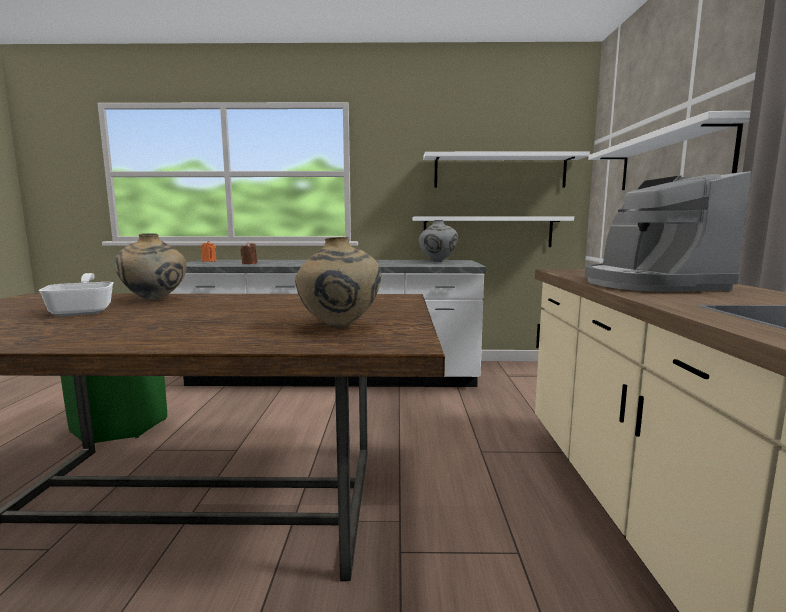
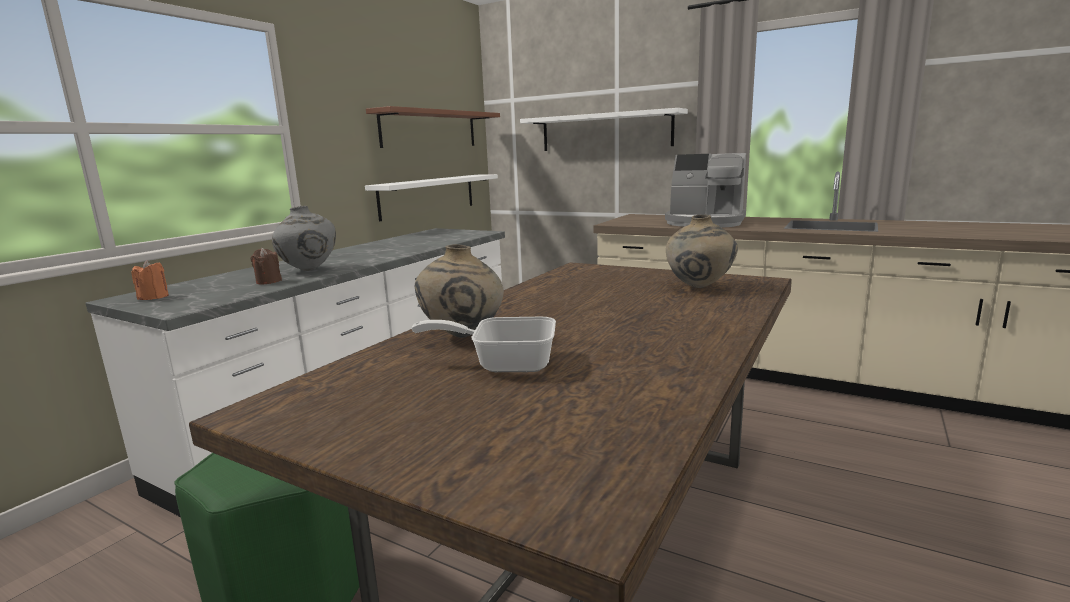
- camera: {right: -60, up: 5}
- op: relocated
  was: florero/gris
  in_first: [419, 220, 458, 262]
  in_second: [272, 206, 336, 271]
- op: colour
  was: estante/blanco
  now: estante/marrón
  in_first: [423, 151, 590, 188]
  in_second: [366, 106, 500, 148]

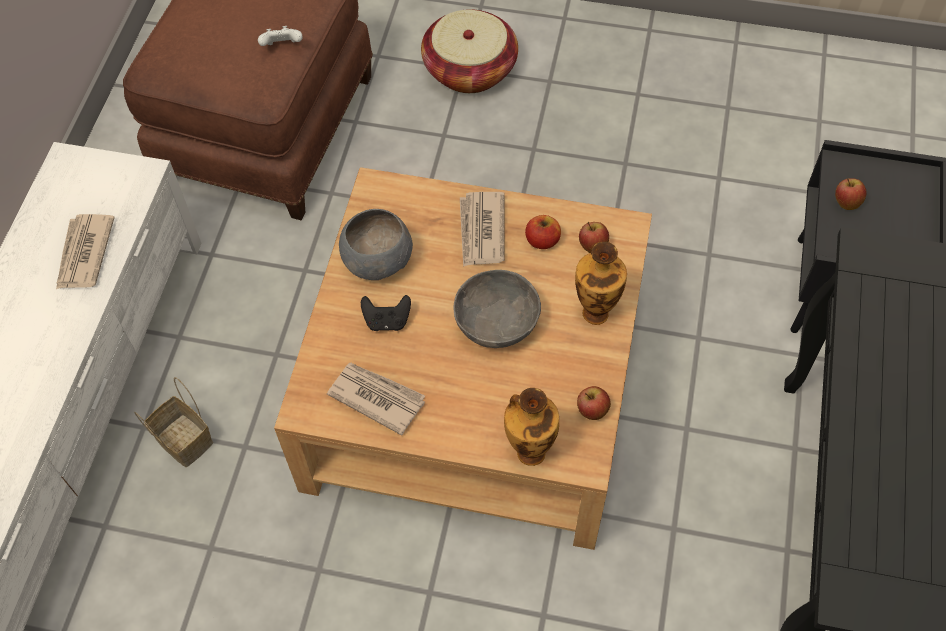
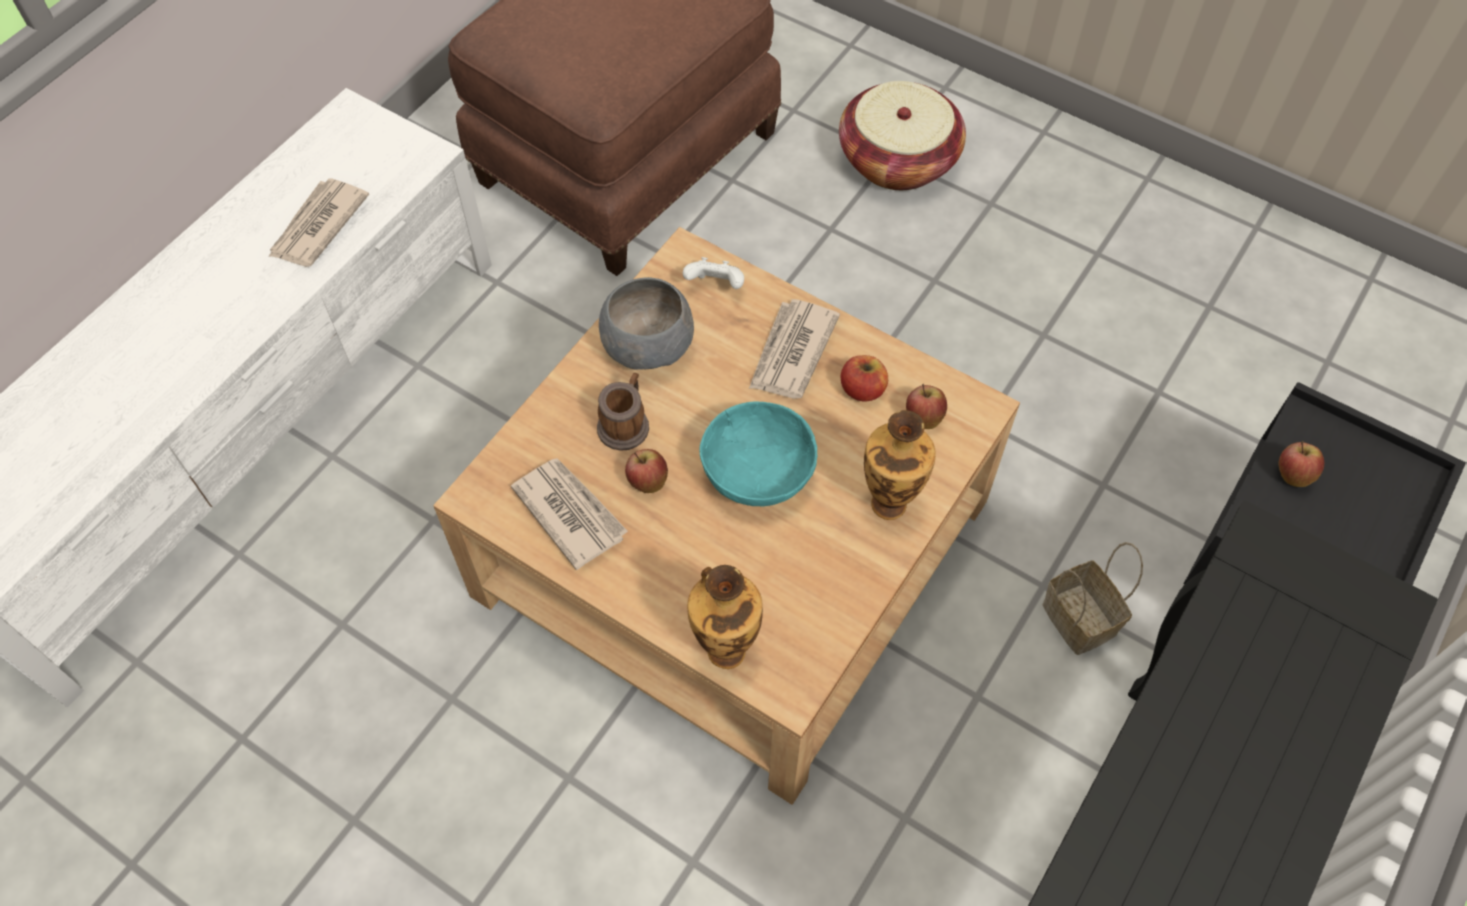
- camera: {right: 20, up: 0}
- op: relocated
  was: cesta
  in_first: [134, 377, 213, 467]
  in_second: [1043, 542, 1143, 655]
- op: relocated
  was: mando de consola/blanco
  in_first: [258, 26, 303, 46]
  in_second: [683, 257, 744, 289]
- op: relocated
  was: manzana
  in_first: [577, 386, 611, 420]
  in_second: [625, 449, 668, 493]
- op: exchanged
  was: mando de consola/negro
  now: taza grande
  in_first: [361, 295, 411, 331]
  in_second: [597, 373, 649, 451]
- op: colour
  was: cuenco/gris
  now: cuenco/turquesa
  in_first: [454, 270, 541, 348]
  in_second: [699, 401, 817, 507]

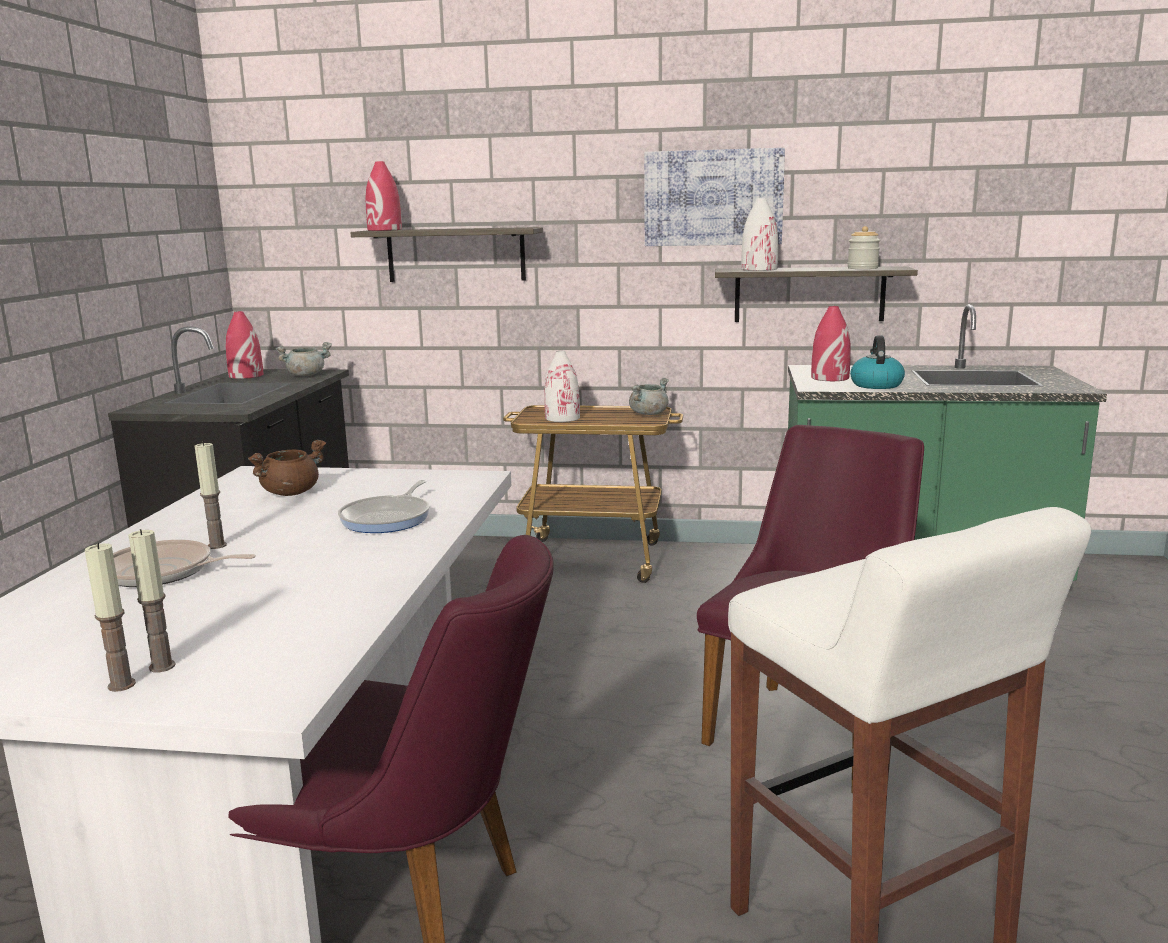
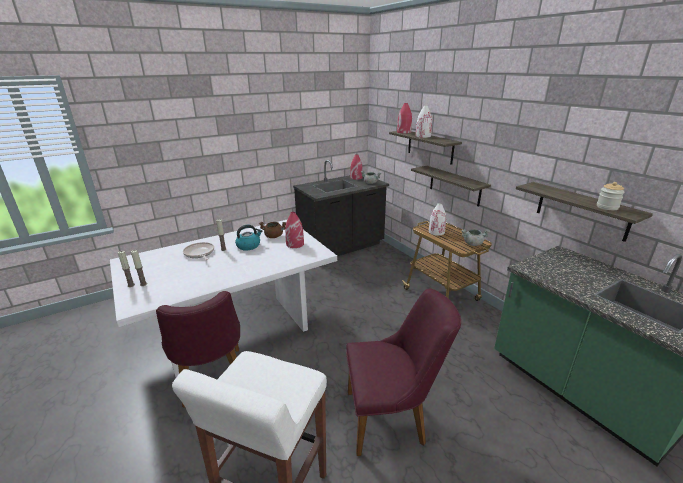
- camera: {right: 50, up: 10}
- op: missing
  was: sartén
  in_first: [338, 480, 430, 533]
- op: missing
  was: cuadro
  in_first: [644, 148, 785, 246]
- op: appeared
  now: estante
  in_second: [411, 166, 491, 207]
- op: relocated
  was: florero/blanco
  in_first: [741, 198, 778, 271]
  in_second: [416, 105, 432, 138]
- op: relocated
  was: florero/rojo
  in_first: [811, 306, 851, 381]
  in_second: [285, 212, 304, 248]
- op: relocated
  was: hervidor
  in_first: [850, 335, 905, 389]
  in_second: [235, 225, 262, 251]

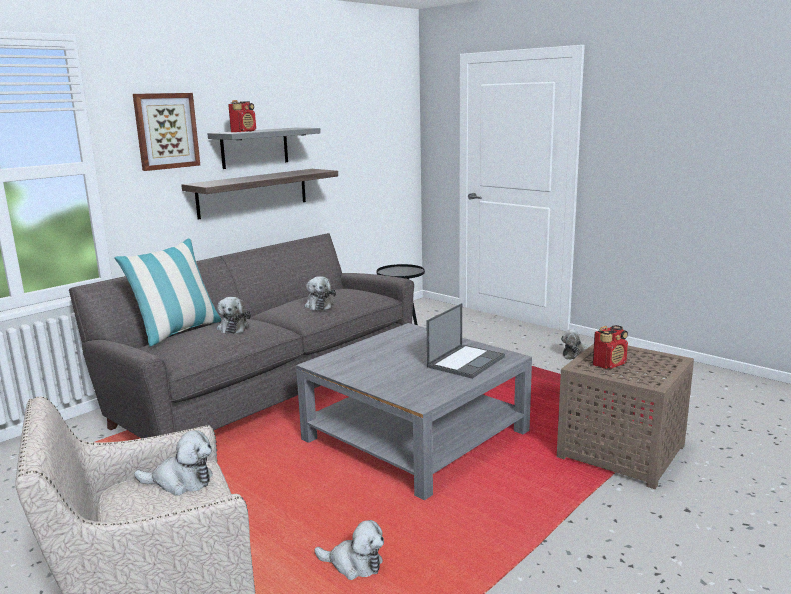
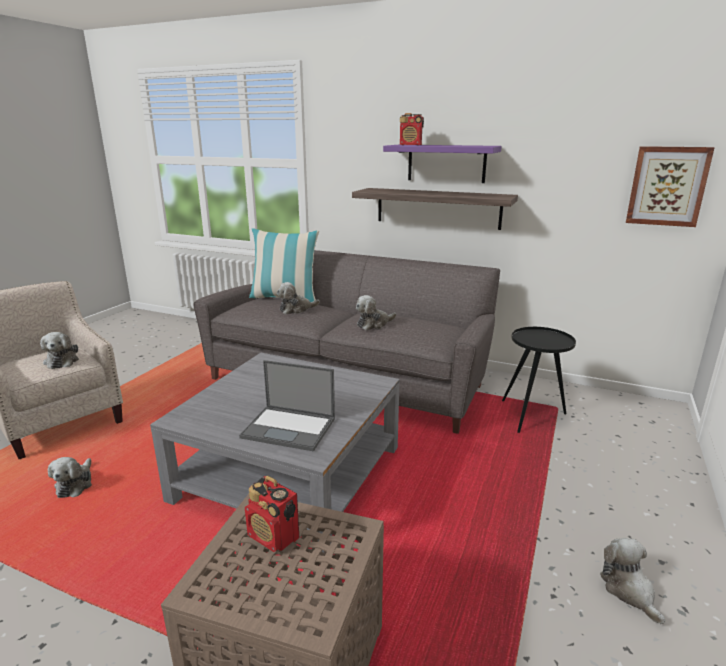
- camera: {right: 70, up: 5}
- op: relocated
  was: cuadro
  in_first: [133, 93, 200, 171]
  in_second: [626, 146, 715, 227]
- op: colour
  was: estante/gris
  now: estante/morado
  in_first: [207, 128, 321, 169]
  in_second: [383, 145, 502, 183]

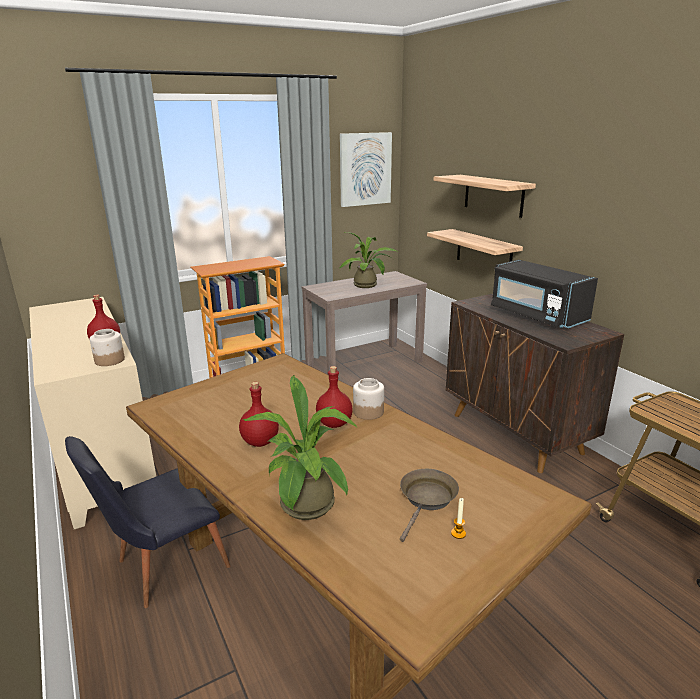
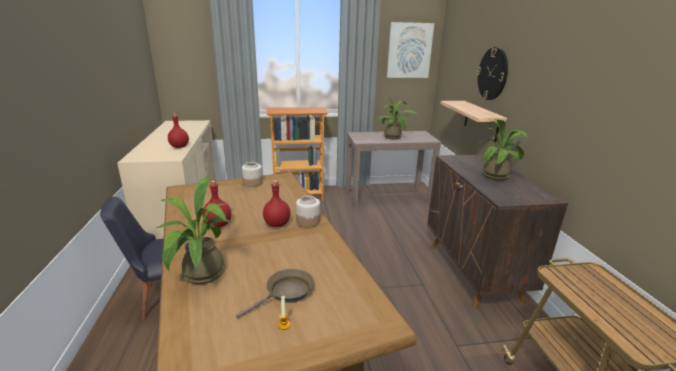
- camera: {right: 20, up: 0}
- op: relocated
  was: tarro
  in_first: [90, 329, 125, 366]
  in_second: [242, 162, 263, 187]
- op: exchanged
  was: estante
  now: reloj de pared
  in_first: [433, 175, 536, 218]
  in_second: [477, 47, 508, 100]
- op: exchanged
  was: microondas/negro
  now: planta en maceta
  in_first: [491, 260, 598, 328]
  in_second: [479, 120, 529, 180]

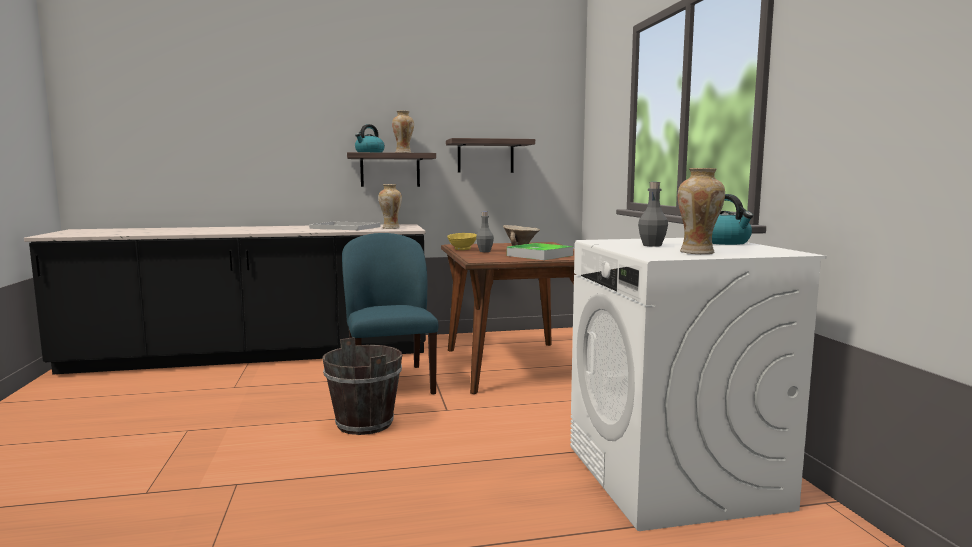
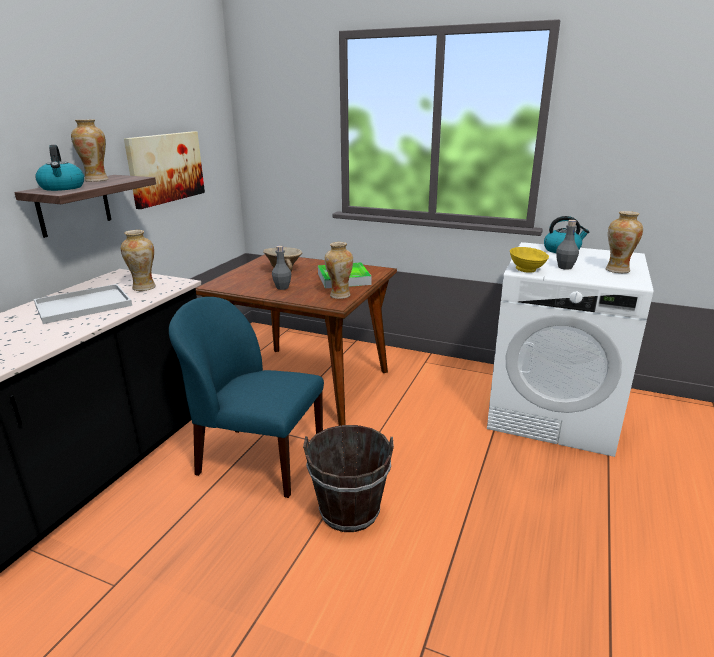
- camera: {right: -55, up: 15}
- op: appeared
  now: florero
  in_second: [324, 242, 353, 299]
- op: relocated
  was: cuenco/amarillo
  in_first: [447, 233, 477, 250]
  in_second: [510, 247, 549, 273]
- op: exchanged
  was: estante
  now: cuadro
  in_first: [446, 138, 535, 173]
  in_second: [124, 131, 205, 209]

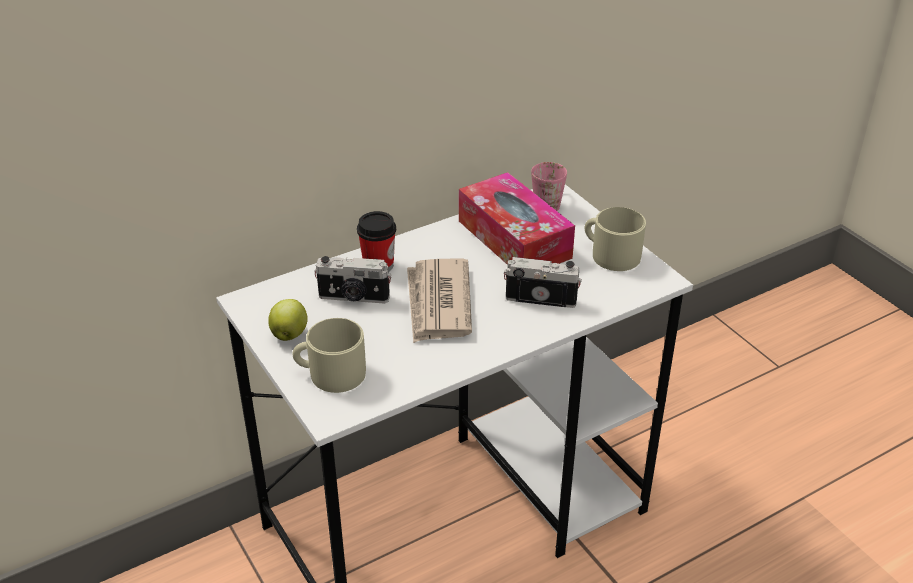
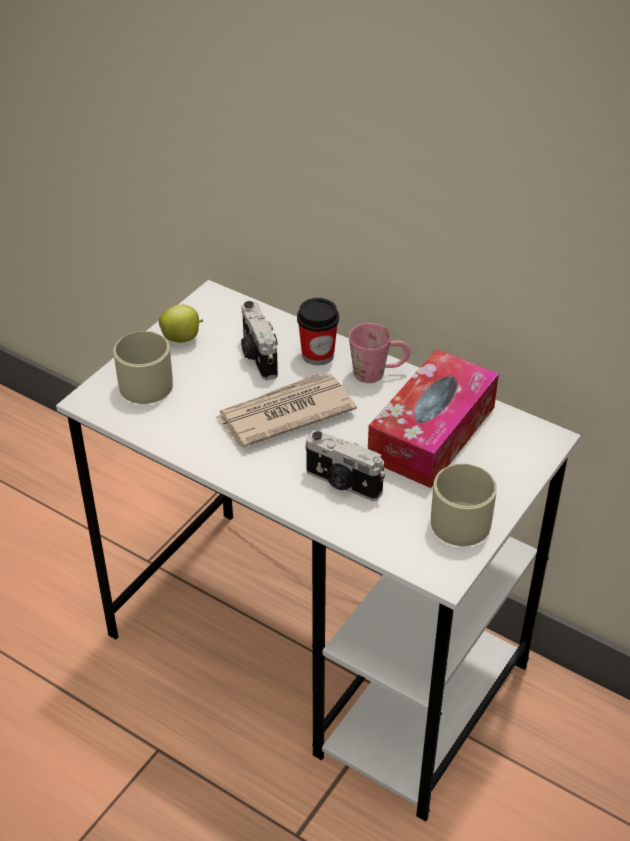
- camera: {right: 65, up: 5}
- op: relocated
  was: taza grande/rosa
  in_first: [531, 162, 567, 211]
  in_second: [349, 323, 411, 383]
- op: spun
  was: cámara
  in_first: [504, 257, 582, 308]
  in_second: [305, 430, 385, 501]
  clockwise: 135

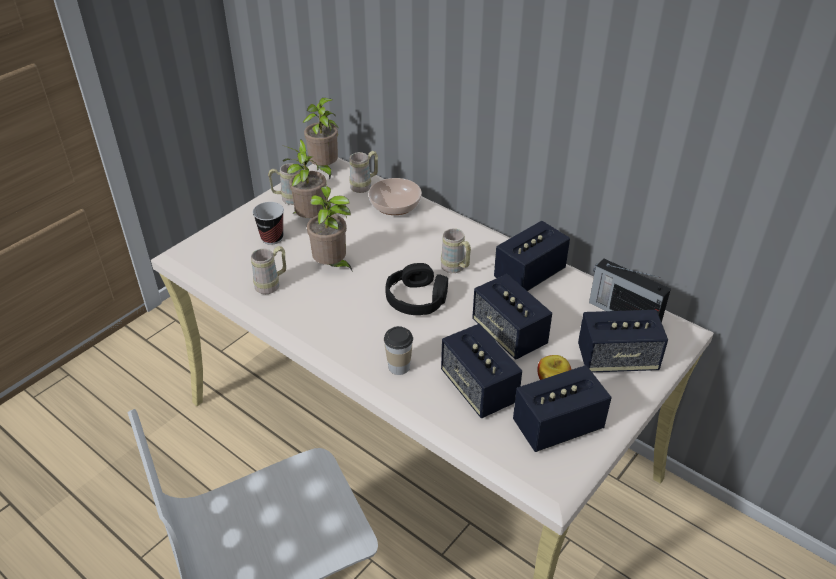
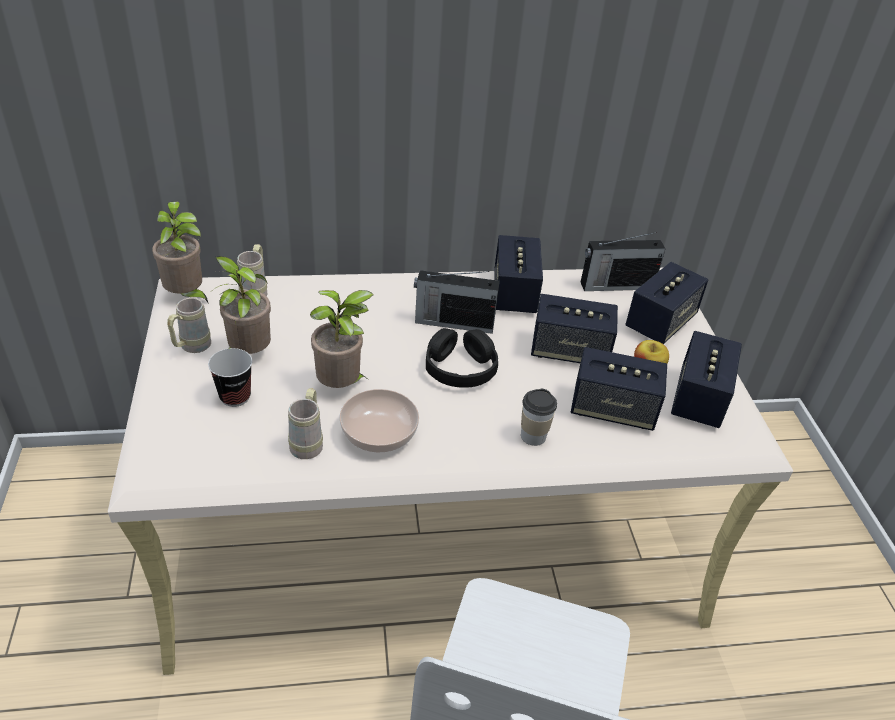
- camera: {right: -50, up: 0}
- op: relocated
  was: cuenco
  in_first: [369, 178, 422, 215]
  in_second: [340, 389, 419, 453]
- op: exchanged
  was: taza grande/beis
  now: radio
  in_first: [441, 228, 471, 273]
  in_second: [414, 270, 500, 334]

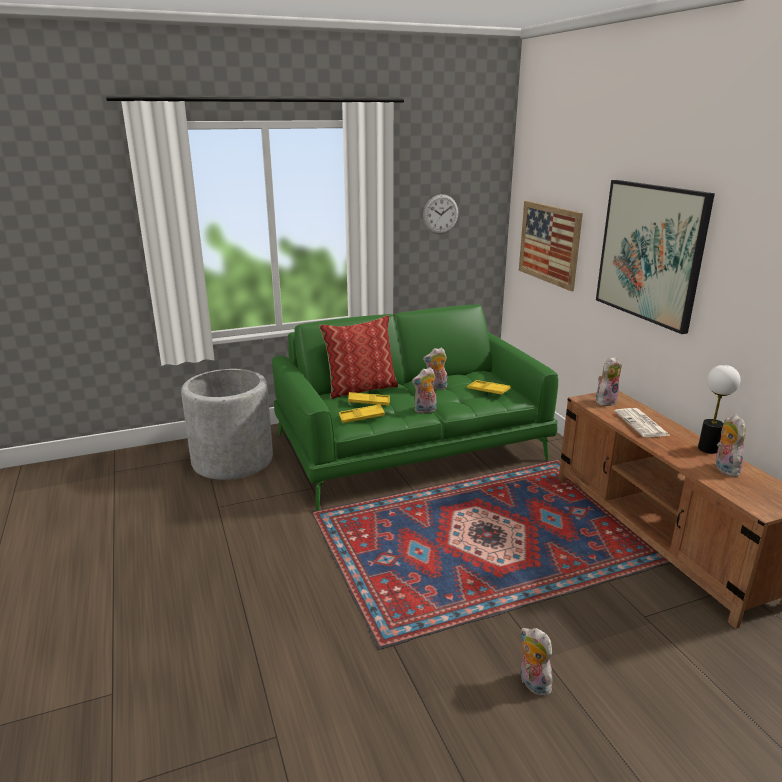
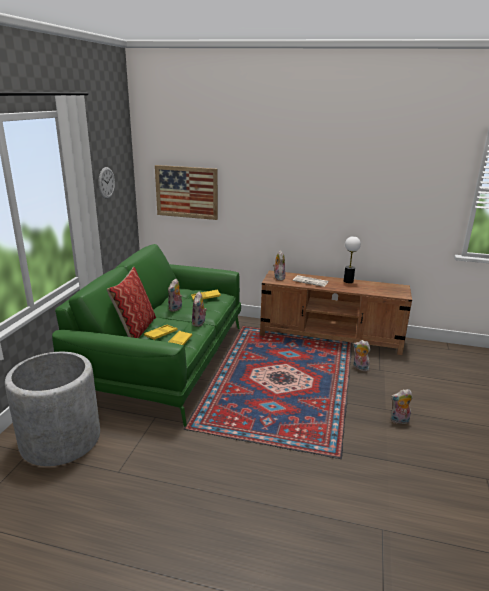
- camera: {right: -55, up: 0}
- op: missing
  was: cuadro
  in_first: [596, 180, 715, 334]
- op: relocated
  was: peluche
  in_first: [715, 415, 746, 477]
  in_second: [353, 340, 371, 371]

